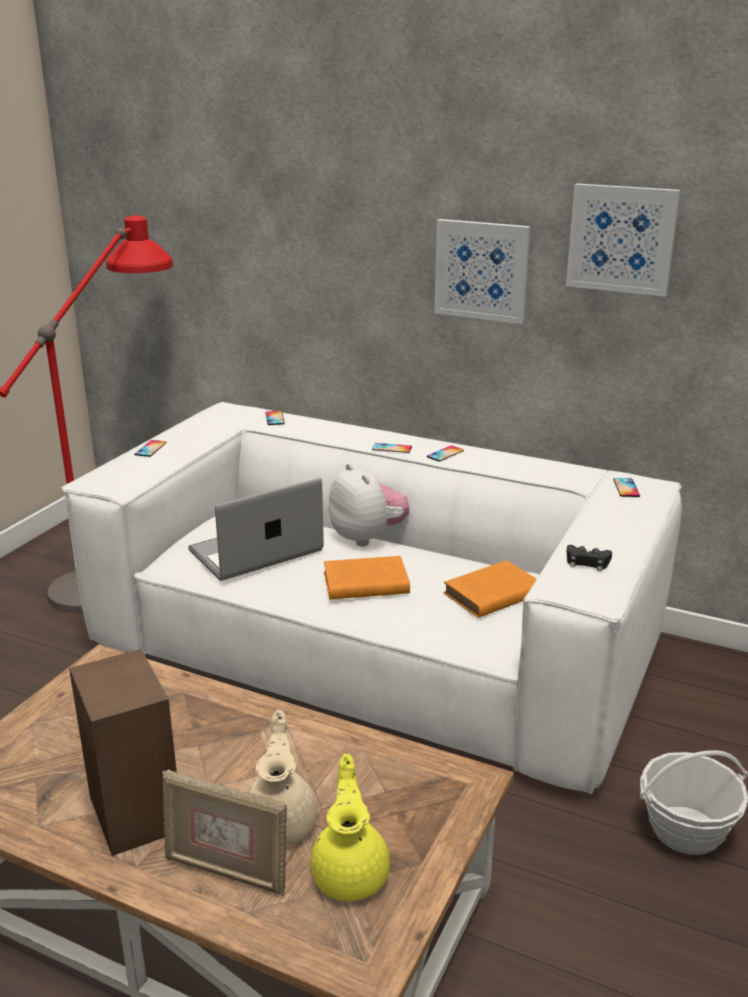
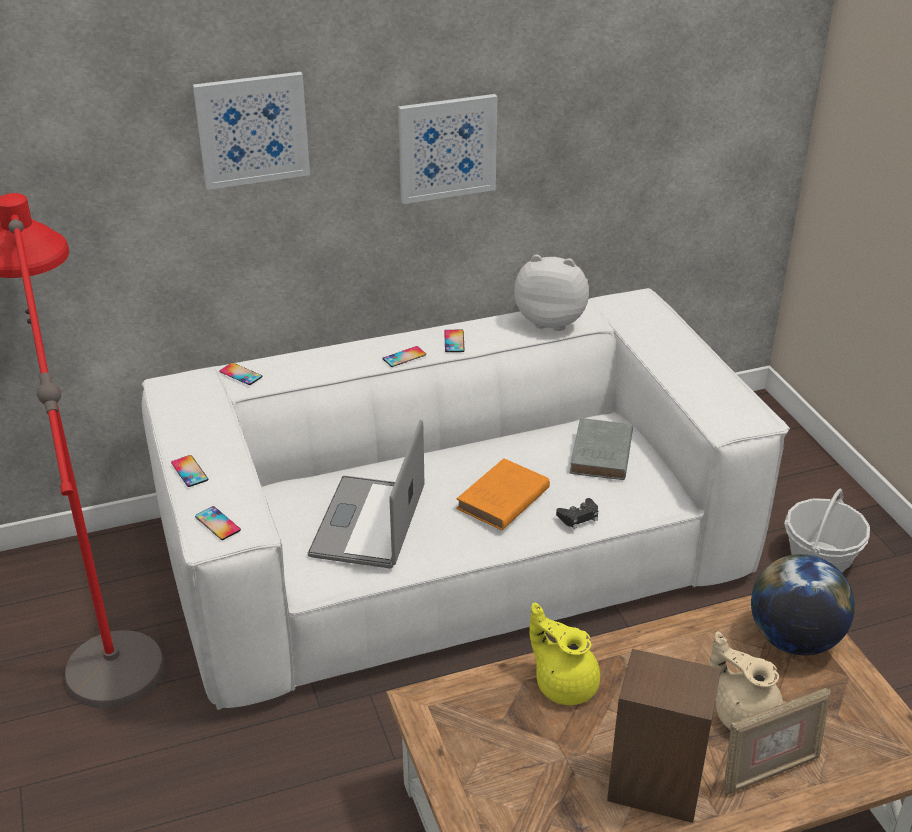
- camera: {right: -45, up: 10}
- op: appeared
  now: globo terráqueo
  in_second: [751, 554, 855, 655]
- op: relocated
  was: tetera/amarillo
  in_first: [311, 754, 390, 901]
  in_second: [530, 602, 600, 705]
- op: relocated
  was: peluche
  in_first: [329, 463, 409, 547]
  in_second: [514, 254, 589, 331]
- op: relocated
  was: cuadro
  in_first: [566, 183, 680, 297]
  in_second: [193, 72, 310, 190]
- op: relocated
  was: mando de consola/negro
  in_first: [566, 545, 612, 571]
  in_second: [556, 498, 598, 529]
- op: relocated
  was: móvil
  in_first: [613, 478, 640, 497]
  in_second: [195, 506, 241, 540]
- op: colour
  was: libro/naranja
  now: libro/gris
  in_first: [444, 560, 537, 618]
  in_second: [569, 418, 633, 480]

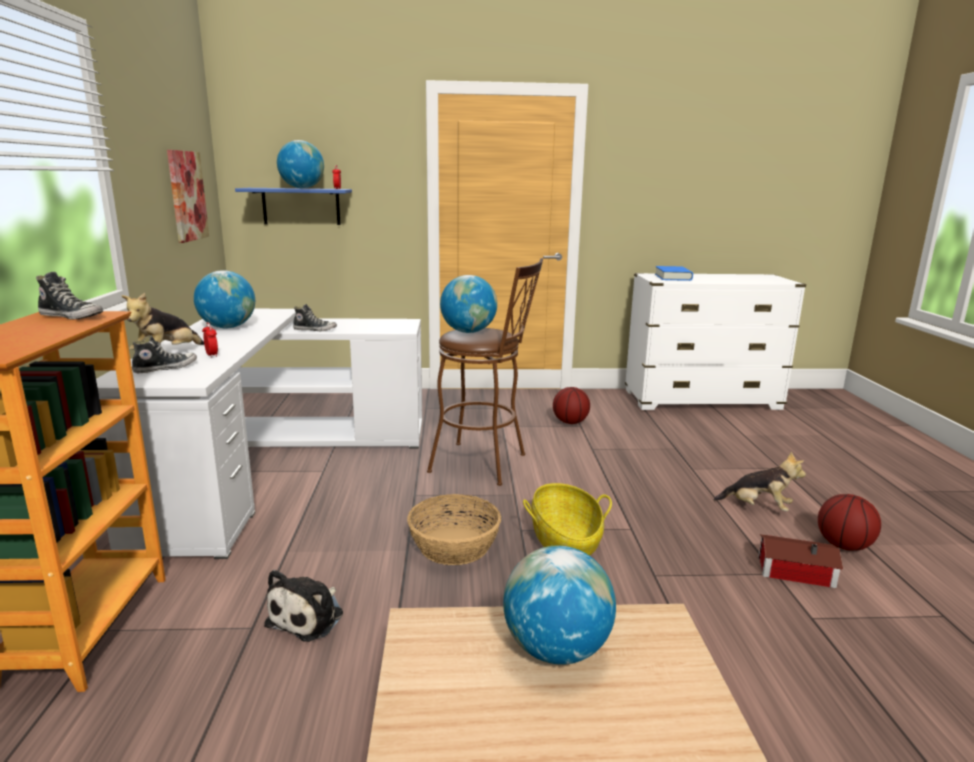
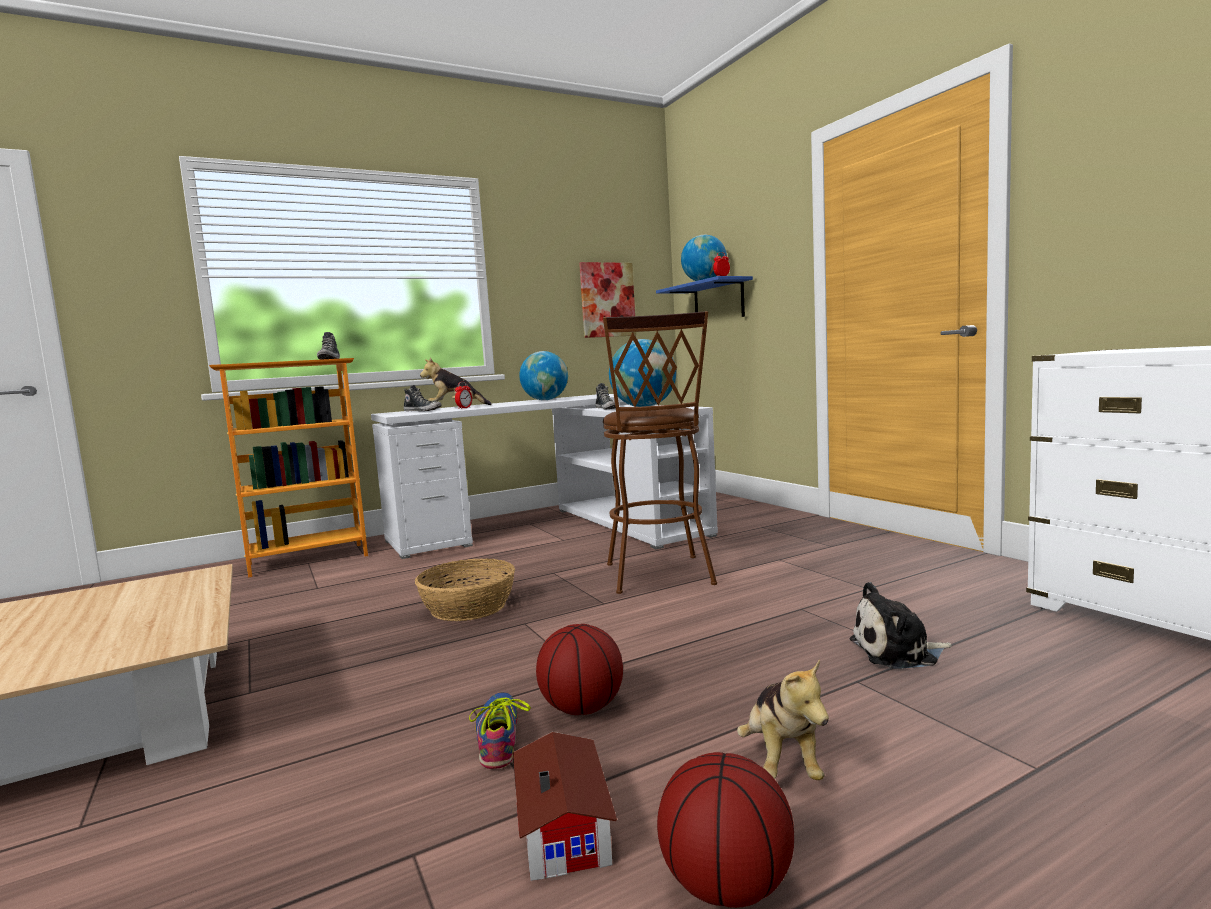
- camera: {right: 65, up: -10}
- op: missing
  was: globo terráqueo
  in_first: [503, 546, 616, 665]
- op: missing
  was: cesta
  in_first: [523, 483, 612, 556]
- op: missing
  was: libro/azul
  in_first: [655, 266, 693, 281]
- op: appeared
  now: zapato
  in_second: [469, 692, 531, 769]
- op: relocated
  was: peluche
  in_first: [264, 570, 343, 642]
  in_second: [850, 582, 952, 669]
- op: relocated
  was: balón de baloncesto
  in_first: [553, 387, 590, 424]
  in_second: [536, 624, 623, 715]

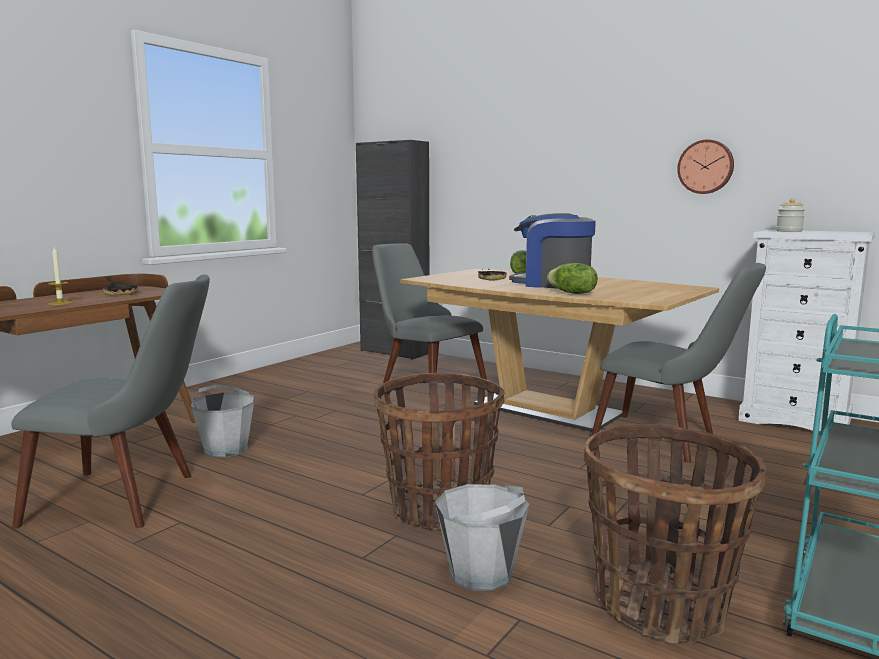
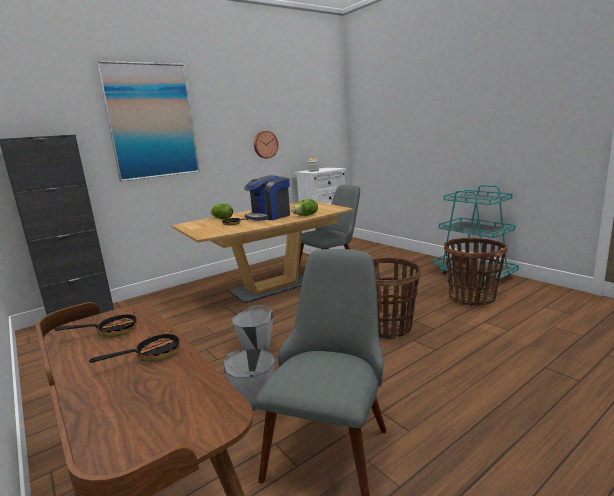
- camera: {right: -70, up: 5}
- op: missing
  was: silla/gris
  in_first: [372, 243, 487, 383]
- op: appeared
  now: cuadro
  in_second: [96, 61, 200, 181]
- op: relocated
  was: cubo/gris
  in_first: [435, 484, 530, 591]
  in_second: [232, 304, 273, 351]
- op: exchanged
  was: vela
  now: sartén
  in_first: [48, 247, 72, 305]
  in_second: [89, 330, 180, 363]

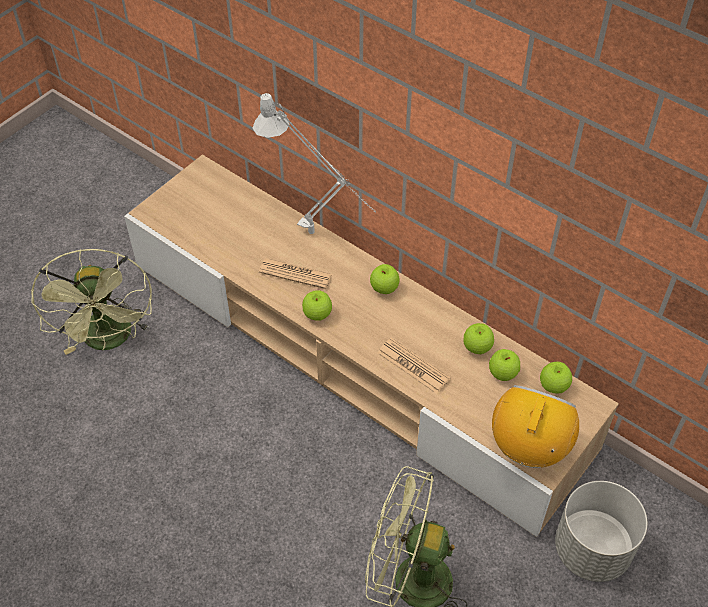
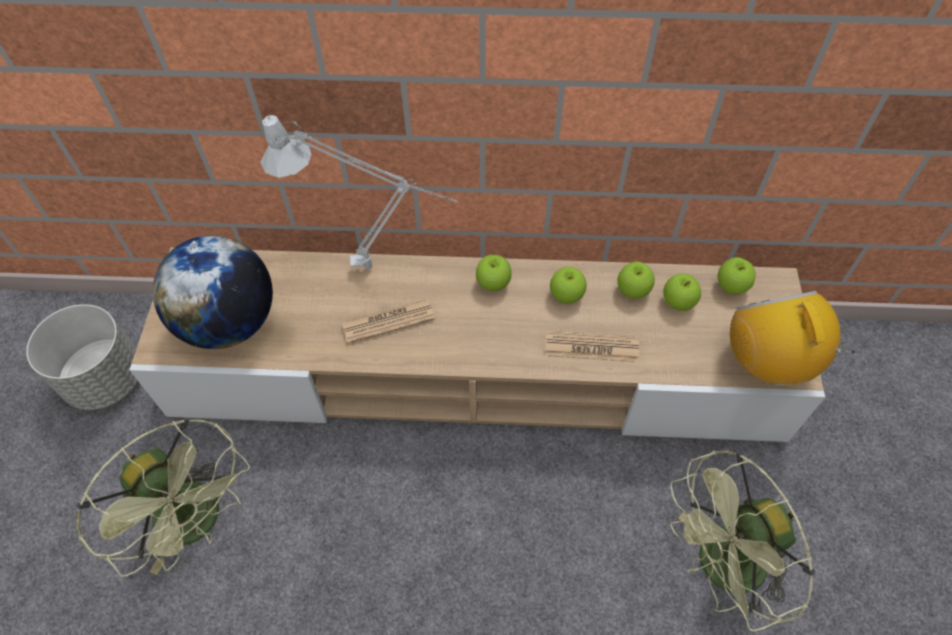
- camera: {right: -35, up: 5}
- op: appeared
  now: globo terráqueo
  in_second: [153, 235, 273, 349]
- op: relocated
  was: manzana
  in_first: [302, 290, 332, 321]
  in_second: [550, 266, 587, 304]
- op: relocated
  was: maceta/gris
  in_first: [555, 481, 648, 582]
  in_second: [26, 304, 138, 410]

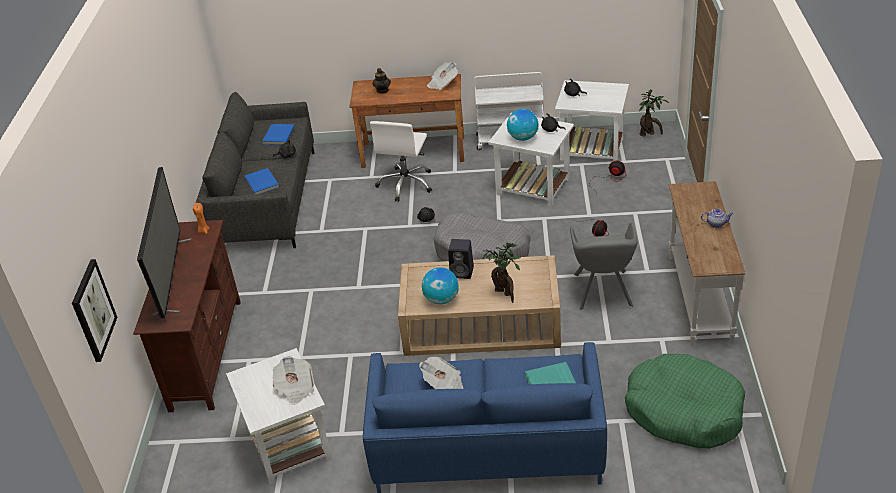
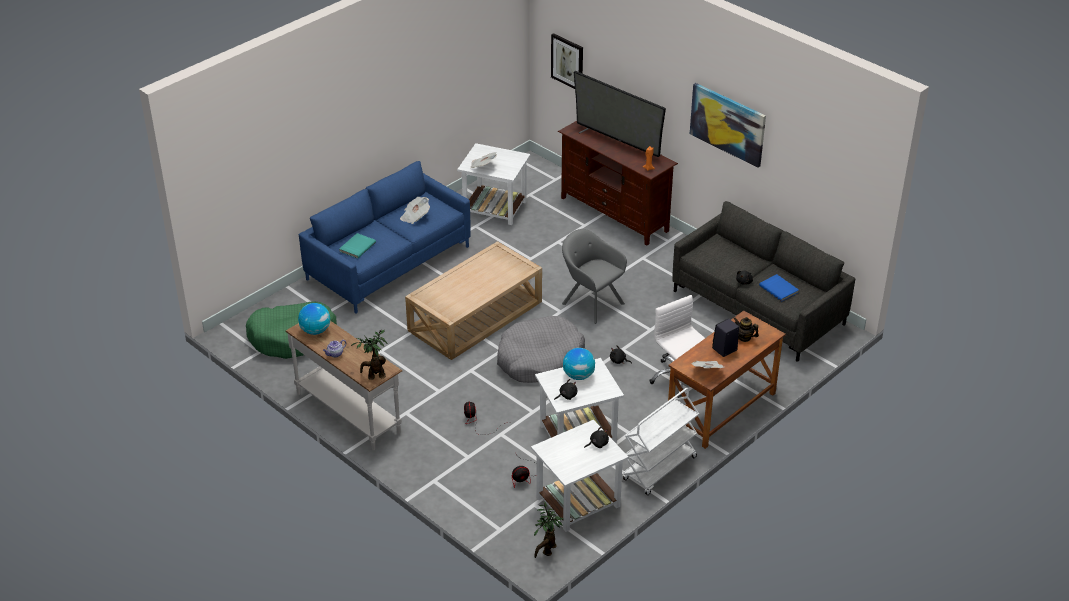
- camera: {right: 130, up: 0}
- op: missing
  was: libro/azul
  in_first: [245, 168, 280, 194]
- op: appeared
  now: cuadro
  in_second: [690, 83, 766, 168]
- op: relocated
  was: globo terráqueo
  in_first: [422, 268, 459, 304]
  in_second: [298, 303, 330, 335]
- op: relocated
  was: altavoz/negro
  in_first: [448, 239, 474, 279]
  in_second: [712, 318, 739, 357]
- op: relocated
  was: planta en maceta
  in_first: [482, 242, 521, 303]
  in_second: [351, 330, 388, 380]
- op: relocated
  was: sillón/gris
  in_first: [570, 222, 638, 310]
  in_second: [562, 229, 627, 324]

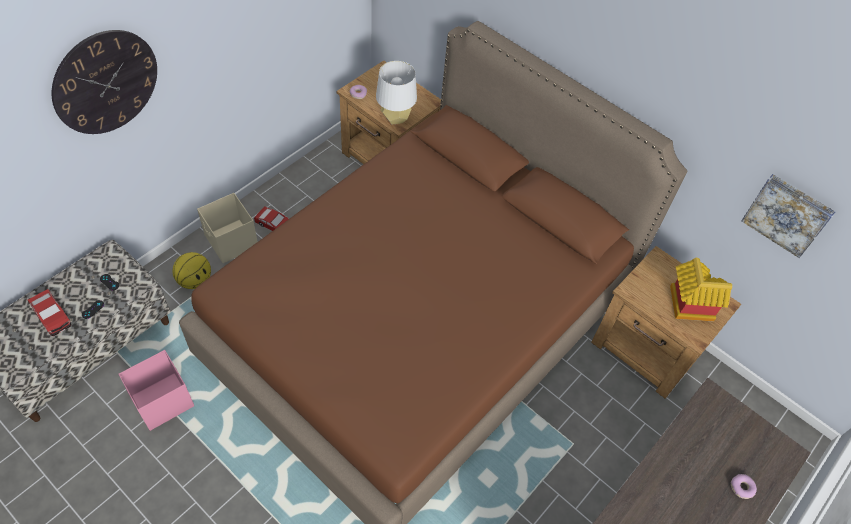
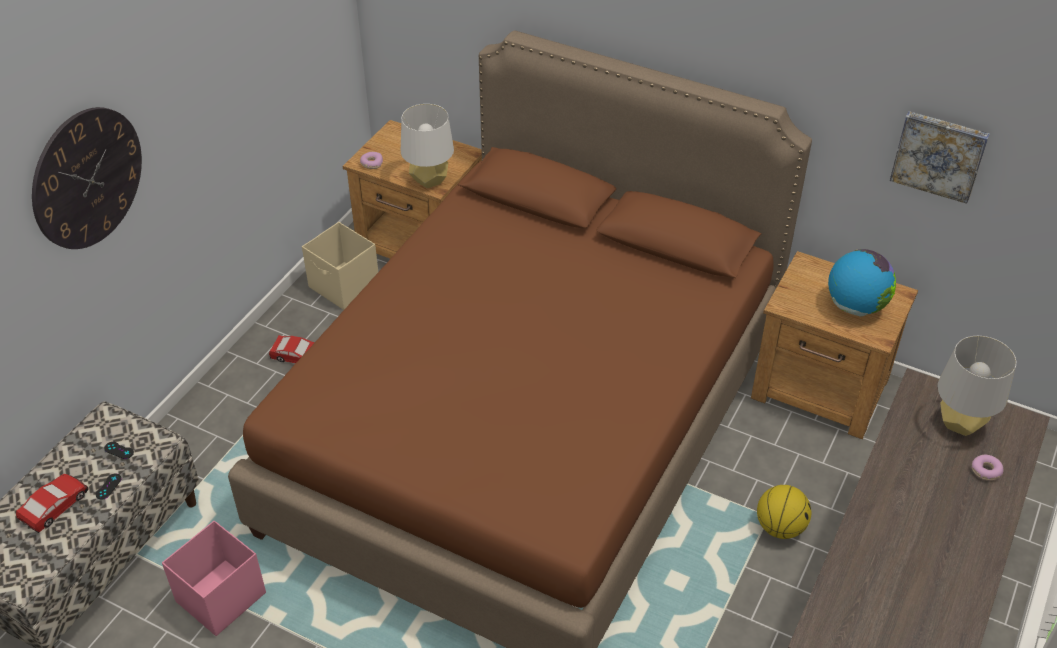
- camera: {right: -10, up: -10}
- op: appeared
  now: lámpara de mesa/gris
  in_second: [938, 336, 1016, 436]
- op: relocated
  was: balón de baloncesto
  in_first: [173, 252, 211, 289]
  in_second: [757, 485, 811, 539]
- op: relocated
  was: caja de almacenaje/beis
  in_first: [197, 193, 258, 263]
  in_second: [302, 222, 378, 310]
- op: exchanged
  was: casita
  now: globo terráqueo
  in_first: [670, 258, 732, 321]
  in_second: [828, 249, 896, 316]
- op: spun
  was: coche de juguete
  in_first: [28, 289, 71, 336]
  in_second: [16, 474, 89, 533]
  clockwise: -90

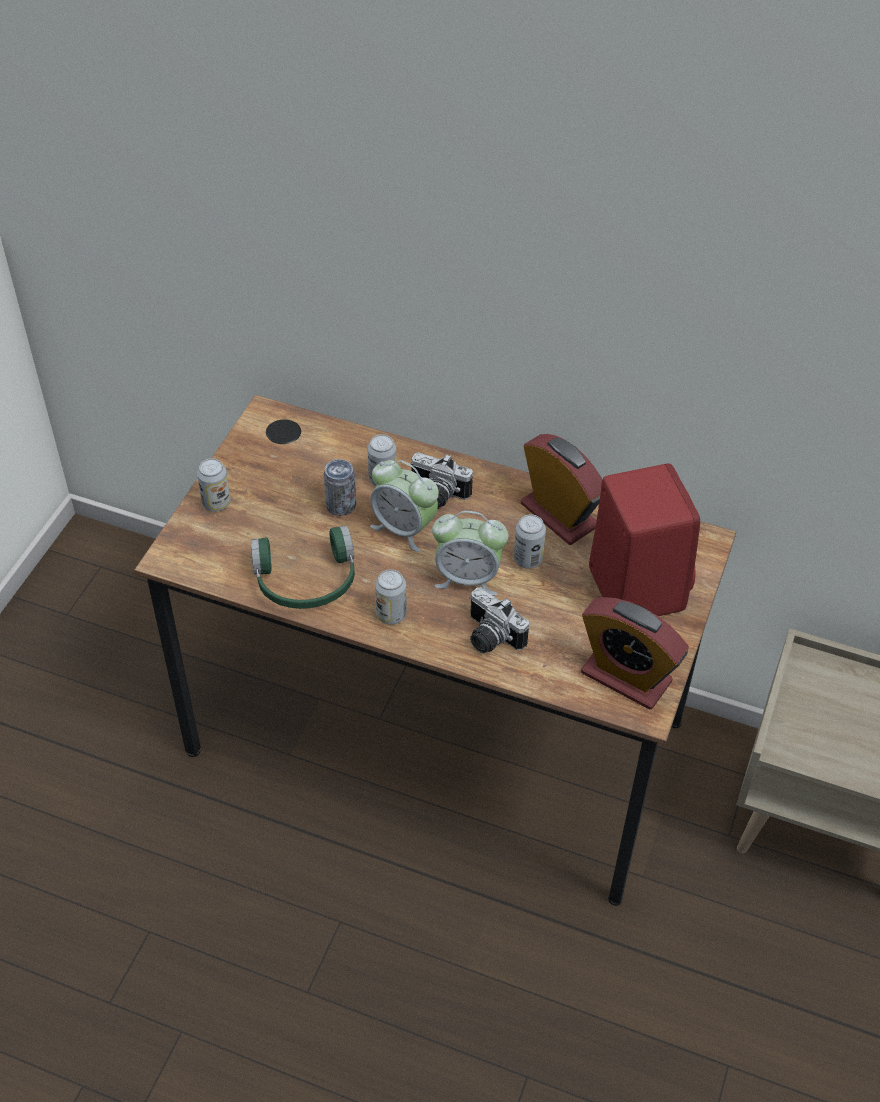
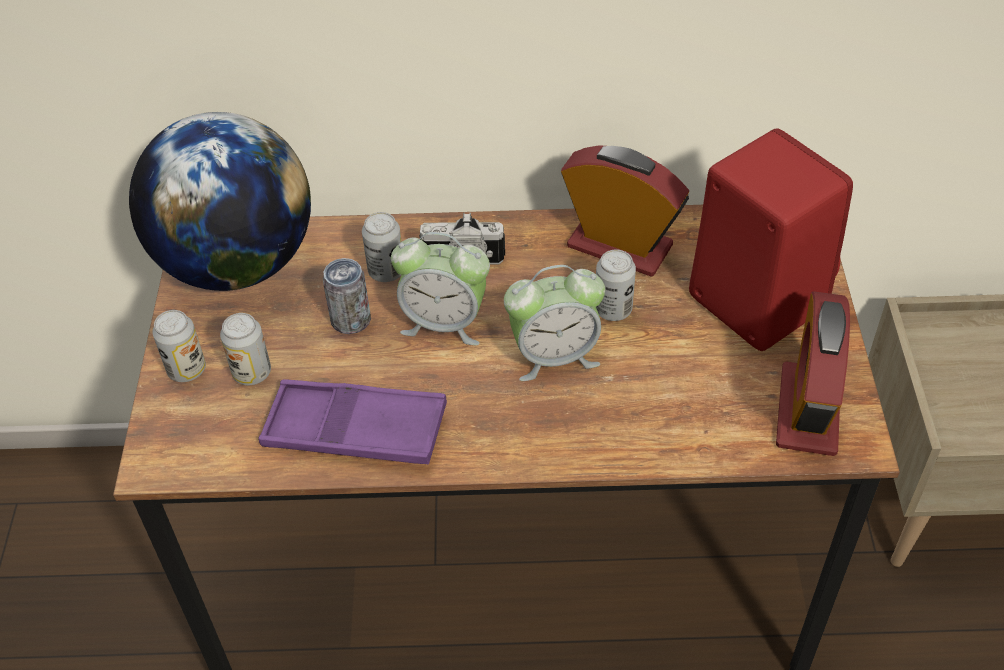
- camera: {right: -20, up: 0}
- op: missing
  was: cámara
  in_first: [470, 587, 529, 653]
- op: appeared
  now: globo terráqueo
  in_second: [129, 112, 311, 291]
- op: relocated
  was: lata
  in_first: [375, 569, 406, 625]
  in_second: [220, 313, 271, 385]
- op: exchanged
  was: auriculares/verde
  now: bandeja/morado
  in_first: [251, 526, 355, 609]
  in_second: [259, 379, 447, 464]
- op: spun
  was: despertador
  in_first: [581, 597, 689, 710]
  in_second: [776, 291, 850, 456]
  clockwise: 90

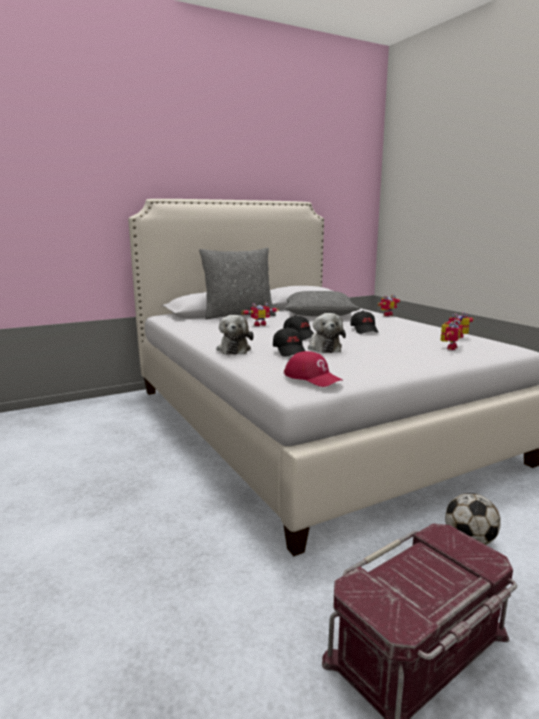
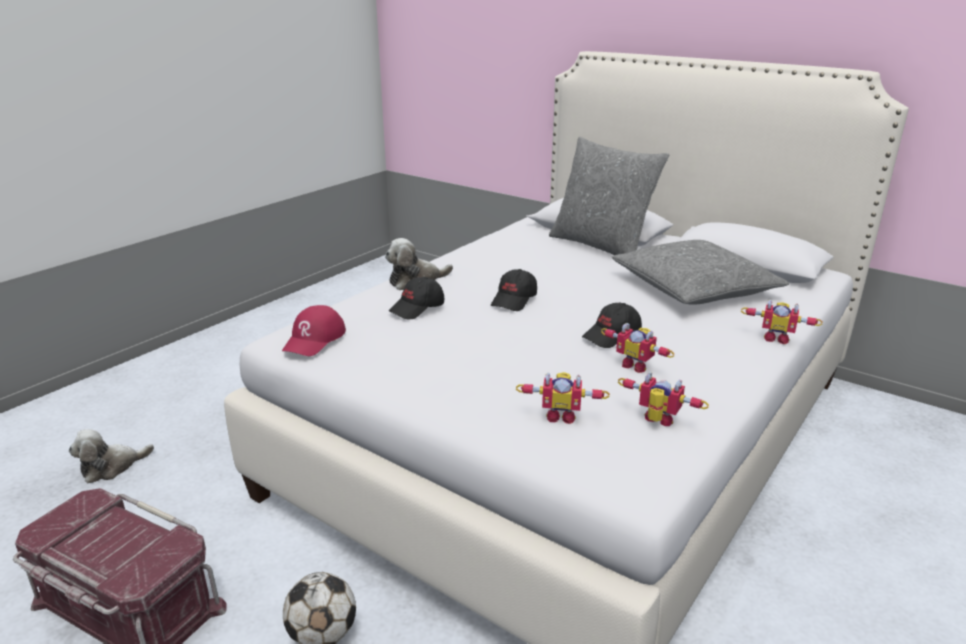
- camera: {right: 65, up: 10}
- op: relocated
  was: robot de juguete
  in_first: [241, 302, 279, 326]
  in_second: [601, 323, 674, 373]
- op: relocated
  was: peluche
  in_first: [308, 313, 346, 353]
  in_second: [69, 429, 154, 484]

